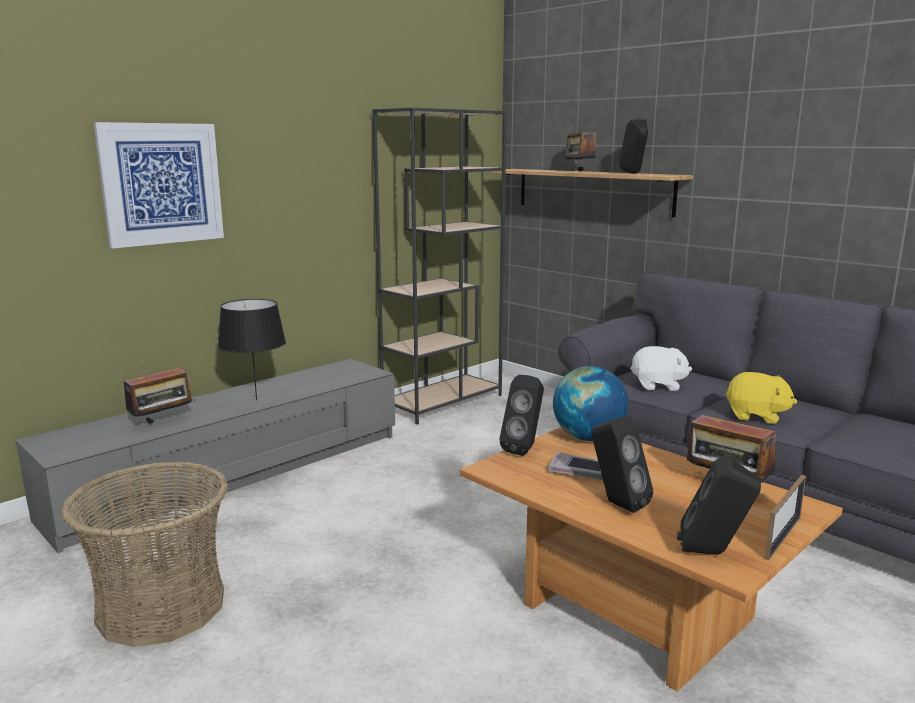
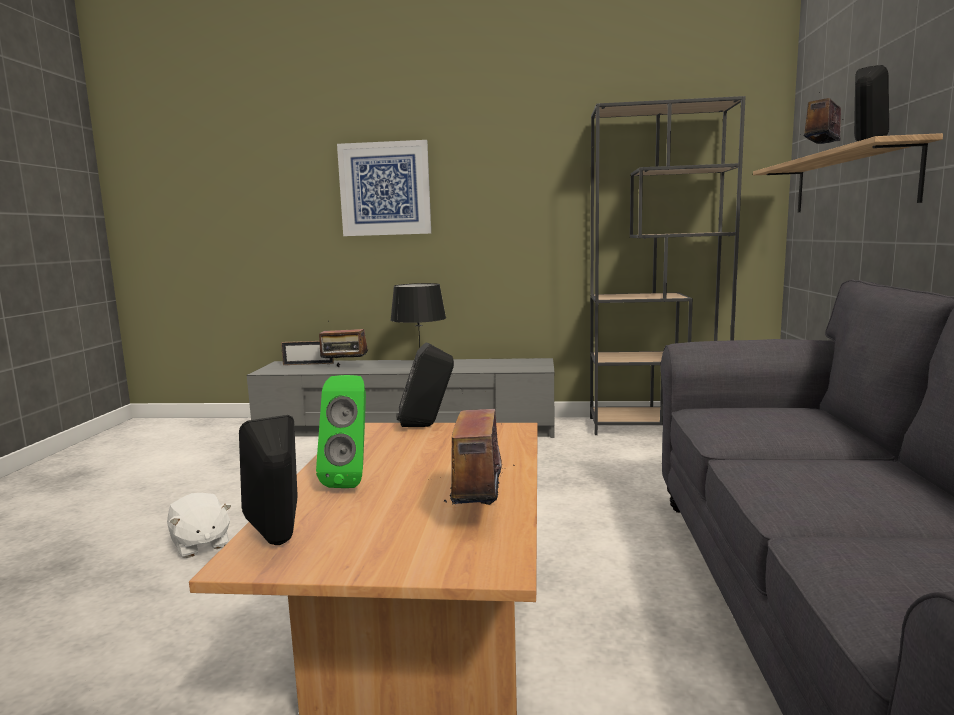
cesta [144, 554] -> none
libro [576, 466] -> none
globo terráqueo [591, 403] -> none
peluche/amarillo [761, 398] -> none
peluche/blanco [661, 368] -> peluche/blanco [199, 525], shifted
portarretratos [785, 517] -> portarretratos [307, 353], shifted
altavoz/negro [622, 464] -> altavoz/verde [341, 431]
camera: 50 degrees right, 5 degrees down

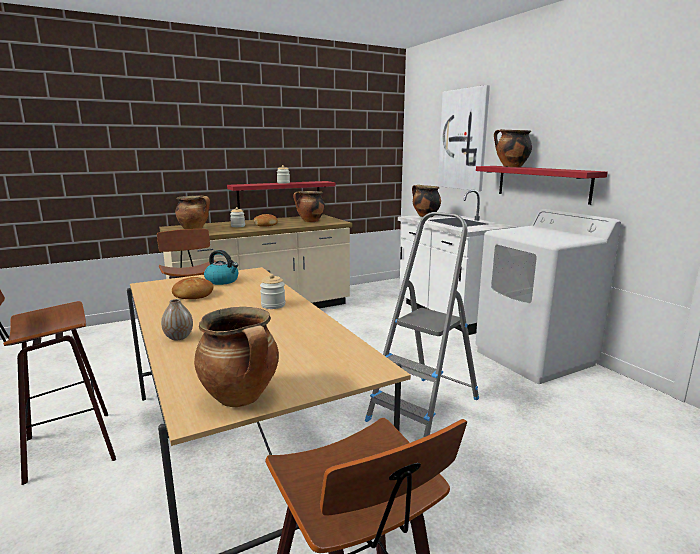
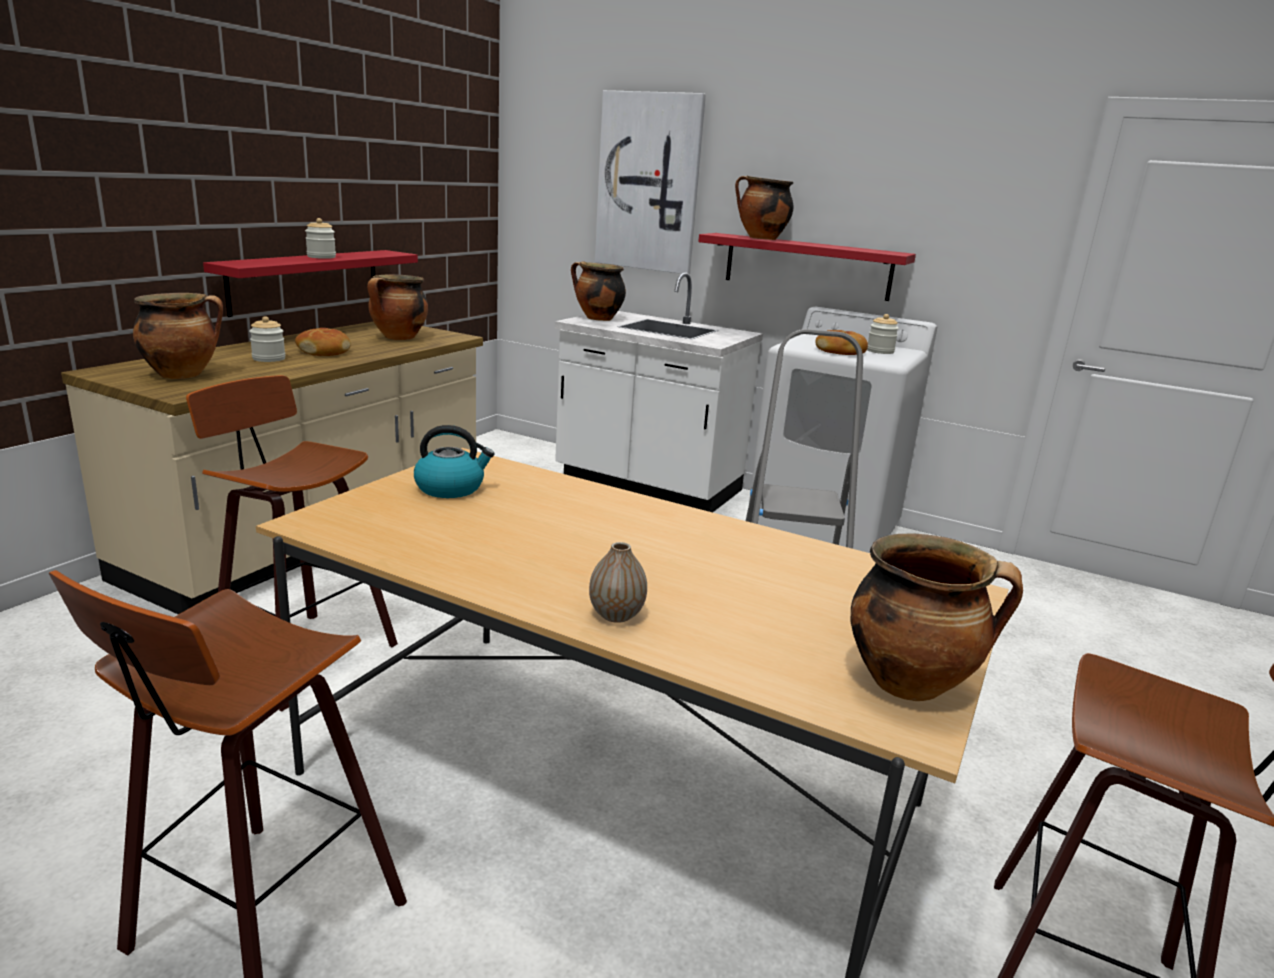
pan [192, 288] -> pan [841, 342], shifted
tarro [272, 291] -> tarro [883, 334], shifted
camera: 35 degrees left, 5 degrees up

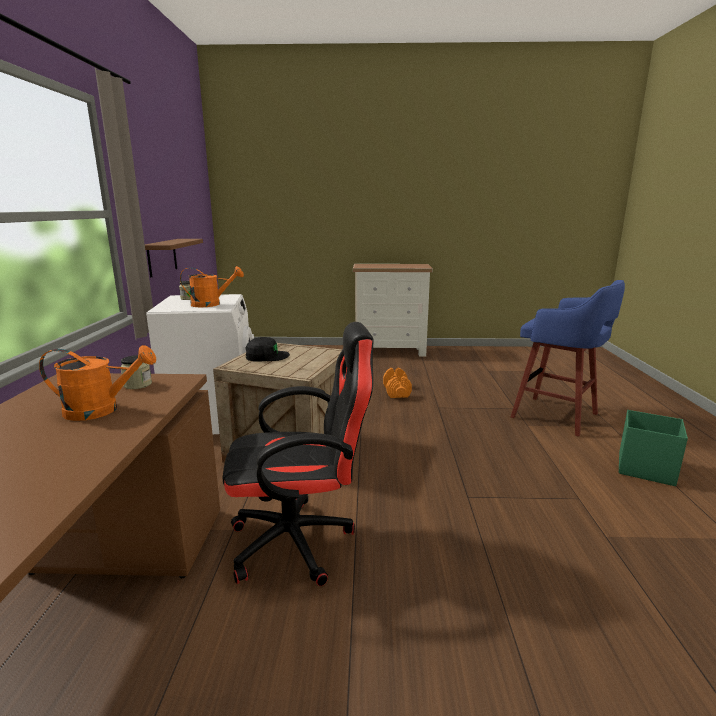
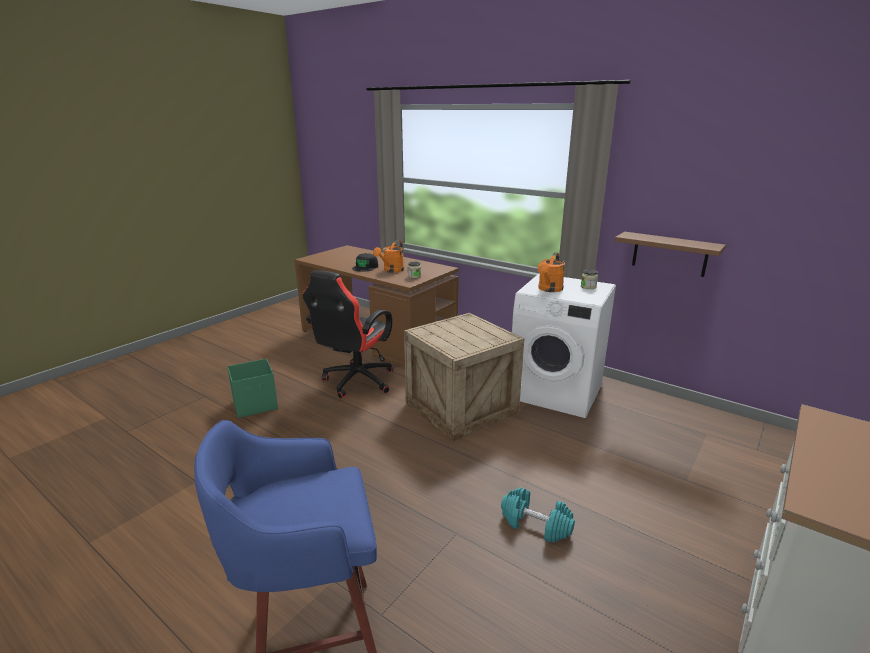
gorra/negro [267, 349] -> gorra/negro [365, 262], shifted
caja de almacenaje/verde [653, 448] -> caja de almacenaje/verde [252, 388], shifted
mancuerna/naranja [397, 383] -> mancuerna/turquesa [538, 515]
camera: 125 degrees right, 5 degrees up

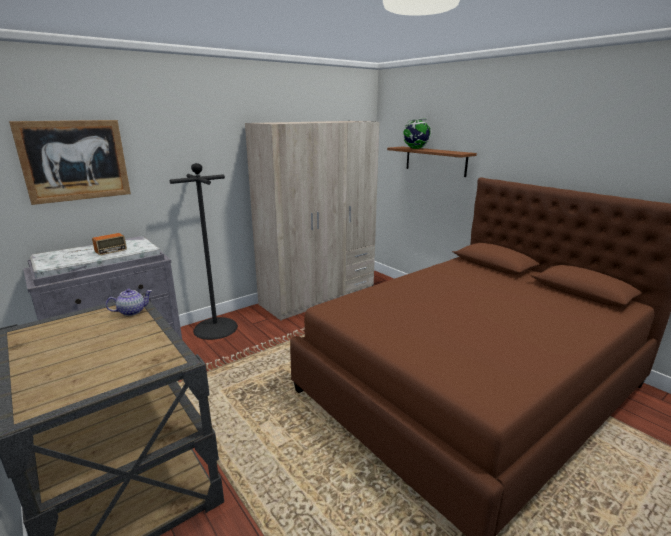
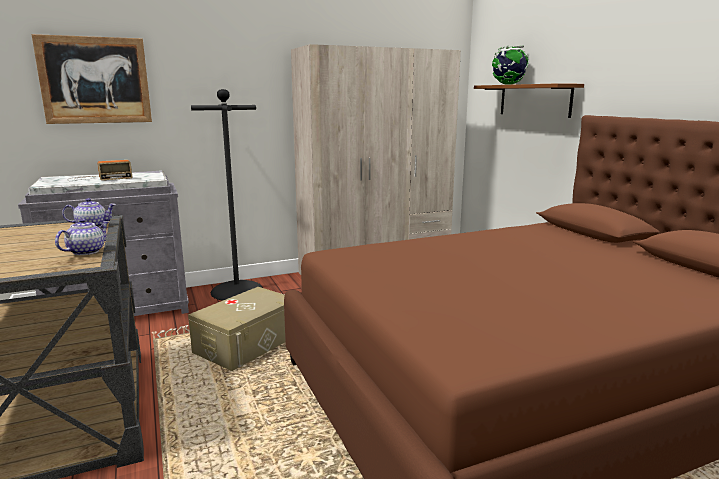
none -> tetera [82, 237]
none -> caja de almacenaje/beis [237, 329]
camera: 15 degrees right, 5 degrees down

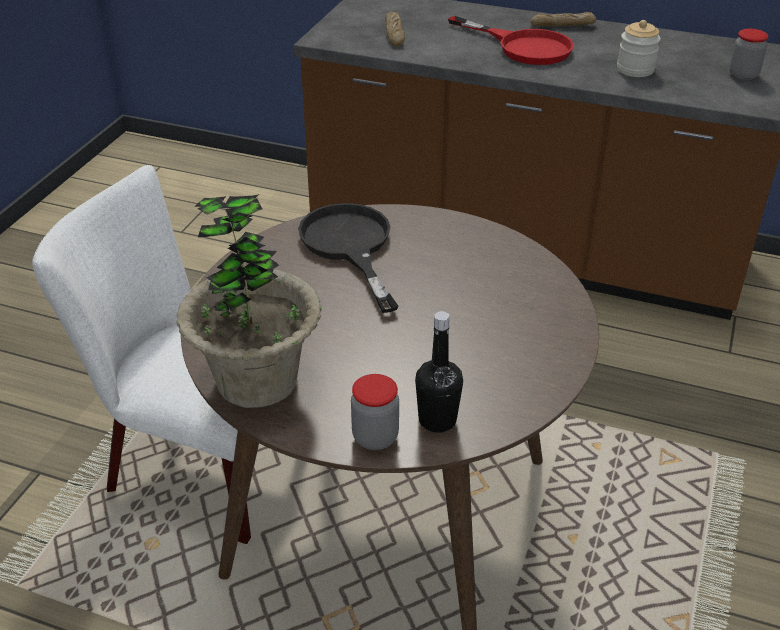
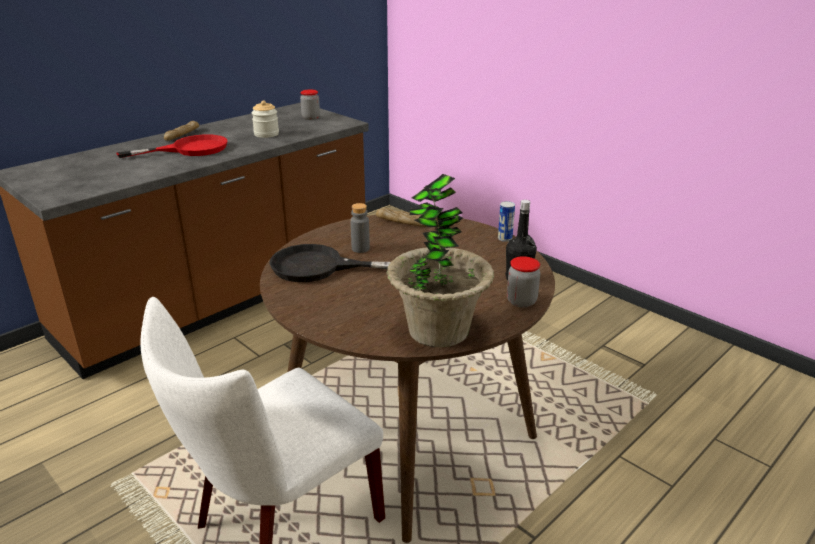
none -> botella/gris [360, 228]
none -> lata [506, 221]
pan [395, 29] -> pan [402, 217], shifted
camera: 65 degrees left, 10 degrees down

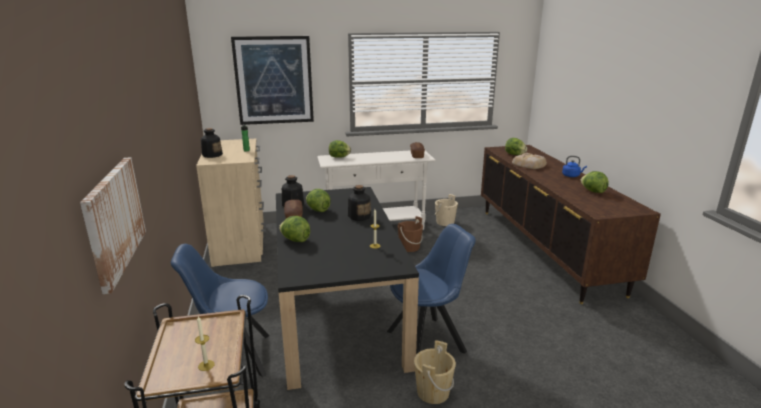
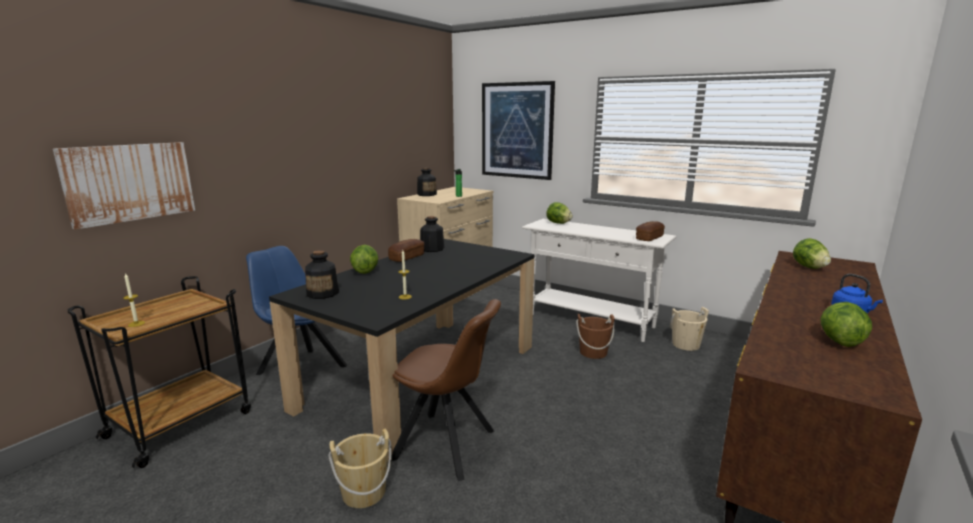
lechuga [318, 200] -> none
pan [529, 161] -> none
botella [359, 203] -> botella [322, 274], shifted
silla/azul [431, 289] -> silla/marrón [446, 390]
camera: 45 degrees right, 5 degrees down

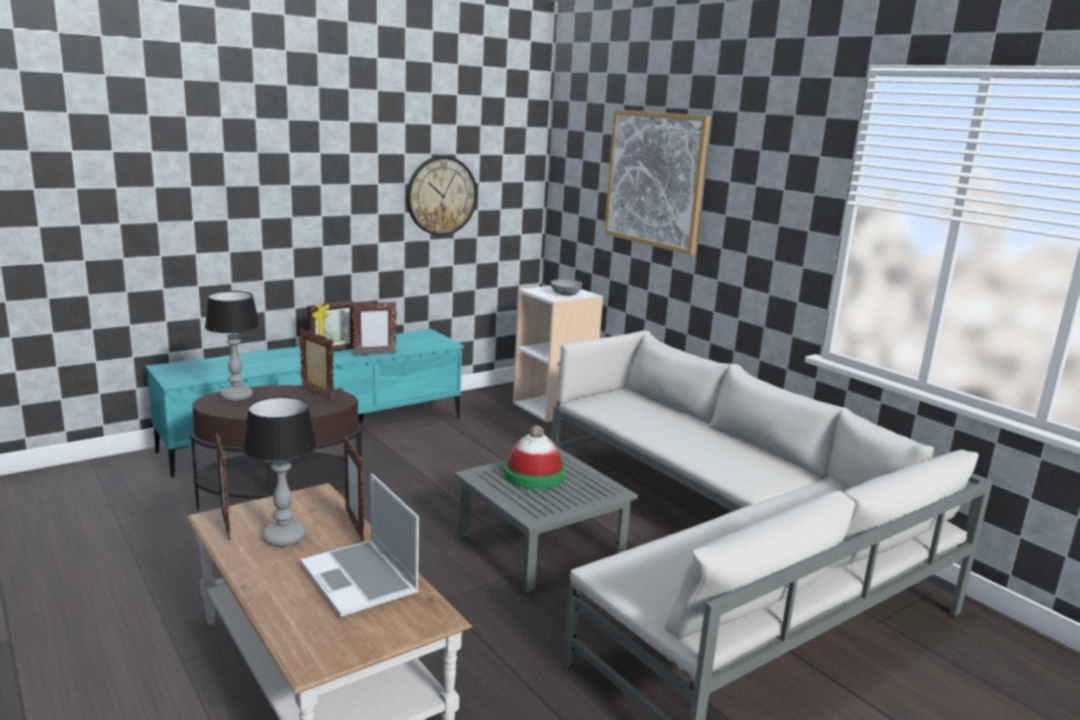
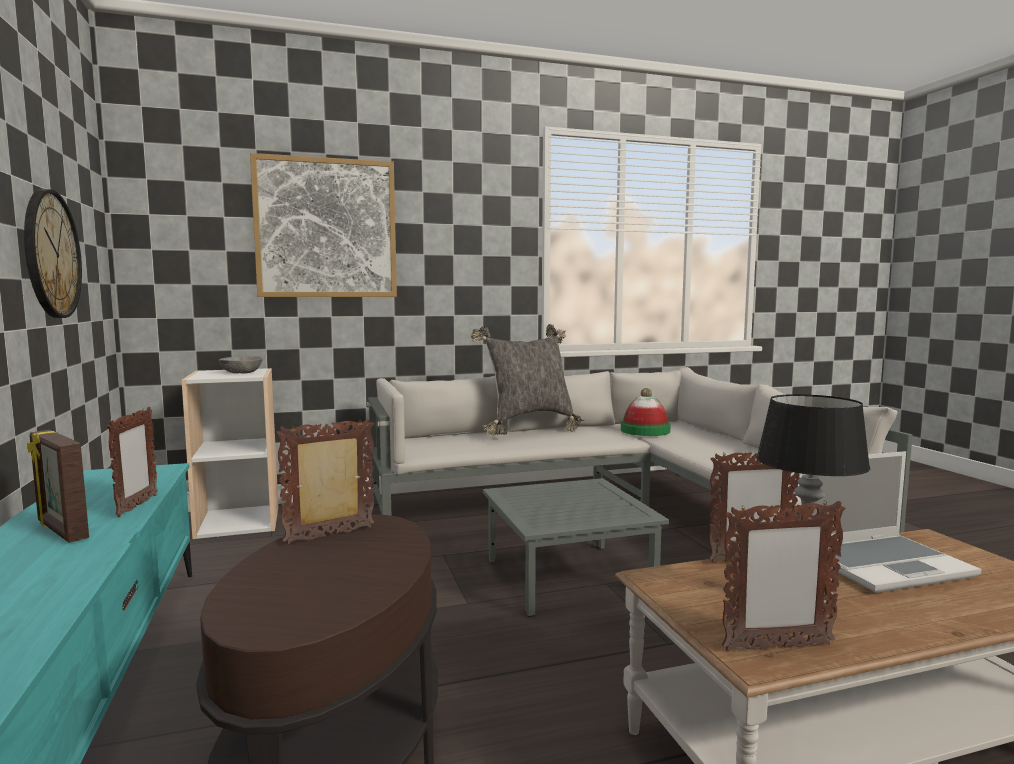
lámpara de mesa [232, 346] -> none
none -> cojín [527, 379]
sombrero [534, 457] -> sombrero [646, 412], shifted
portarretratos [331, 326] -> portarretratos [58, 486], 150 degrees clockwise
camera: 70 degrees left, 10 degrees down

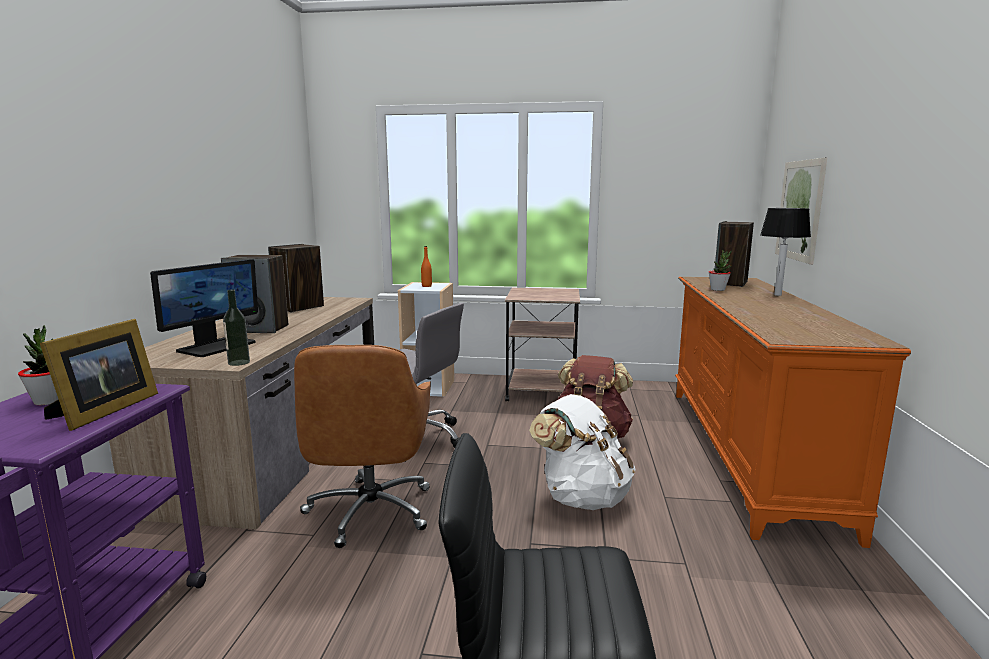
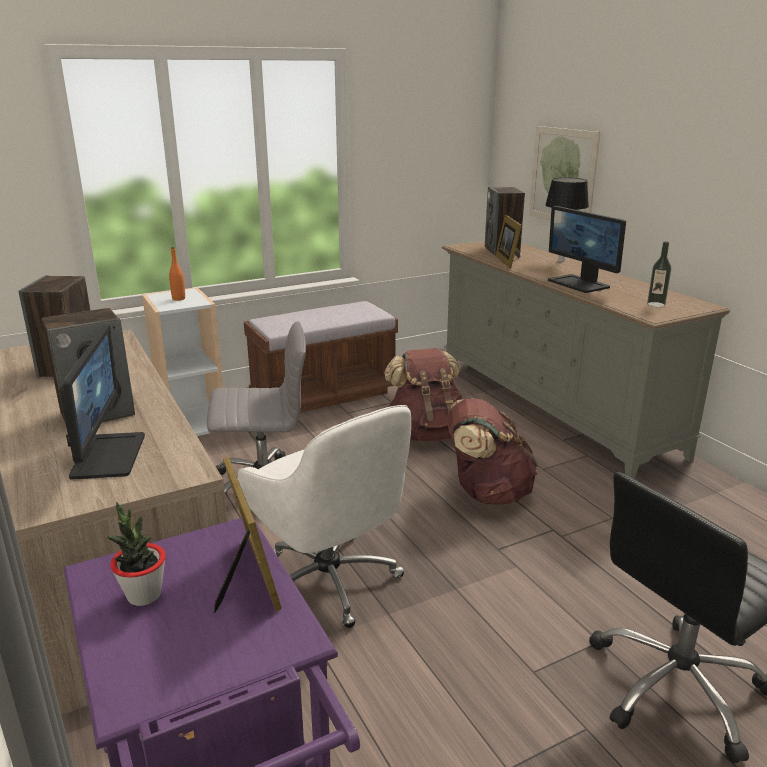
none -> monitor [587, 249]
botella [236, 327] -> botella [659, 274], shifted
carrito/marrón [542, 344] -> banco/marrón [321, 356]
planta en maceta [720, 270] -> portarretratos [508, 242]
silla de oficina/marrón [362, 446] -> silla de oficina/blanco [324, 516]
mochila/blanco [582, 452] -> mochila/marrón [492, 451]
armario/naranja [793, 412] -> armario/gris [586, 360]
camera: 35 degrees left, 10 degrees up

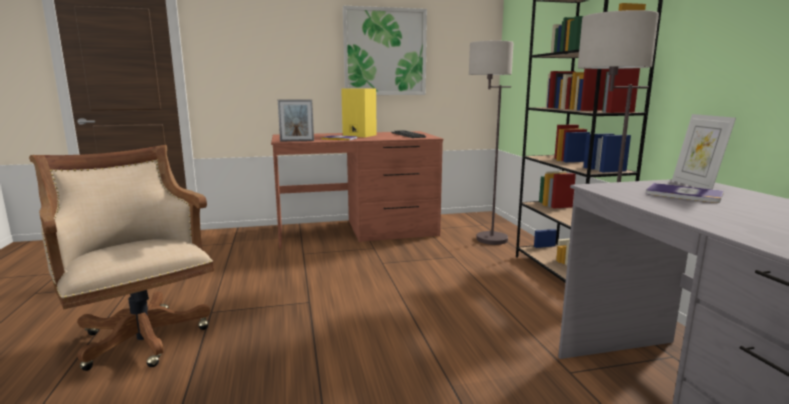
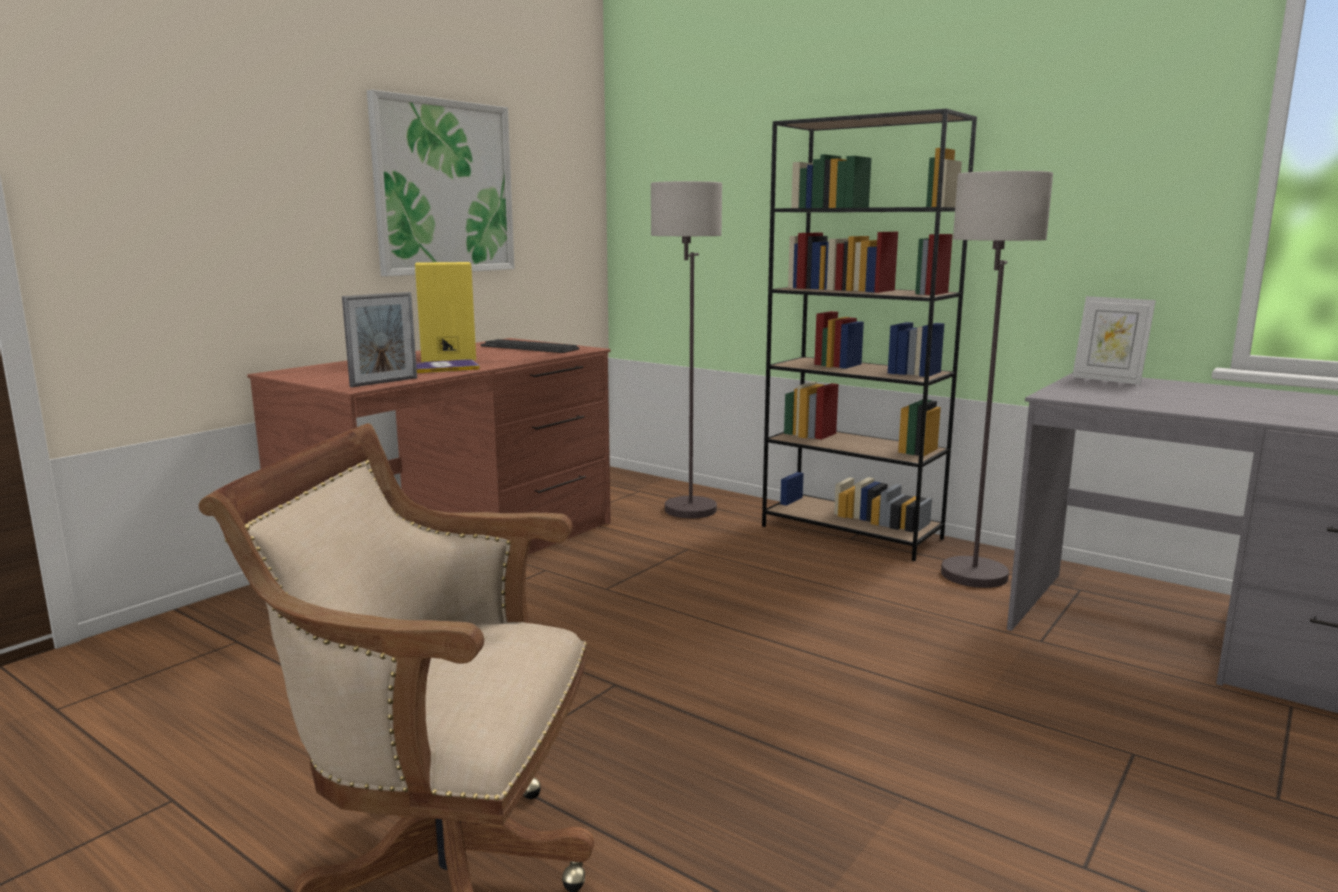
libro [685, 193] -> none
camera: 40 degrees left, 0 degrees up

